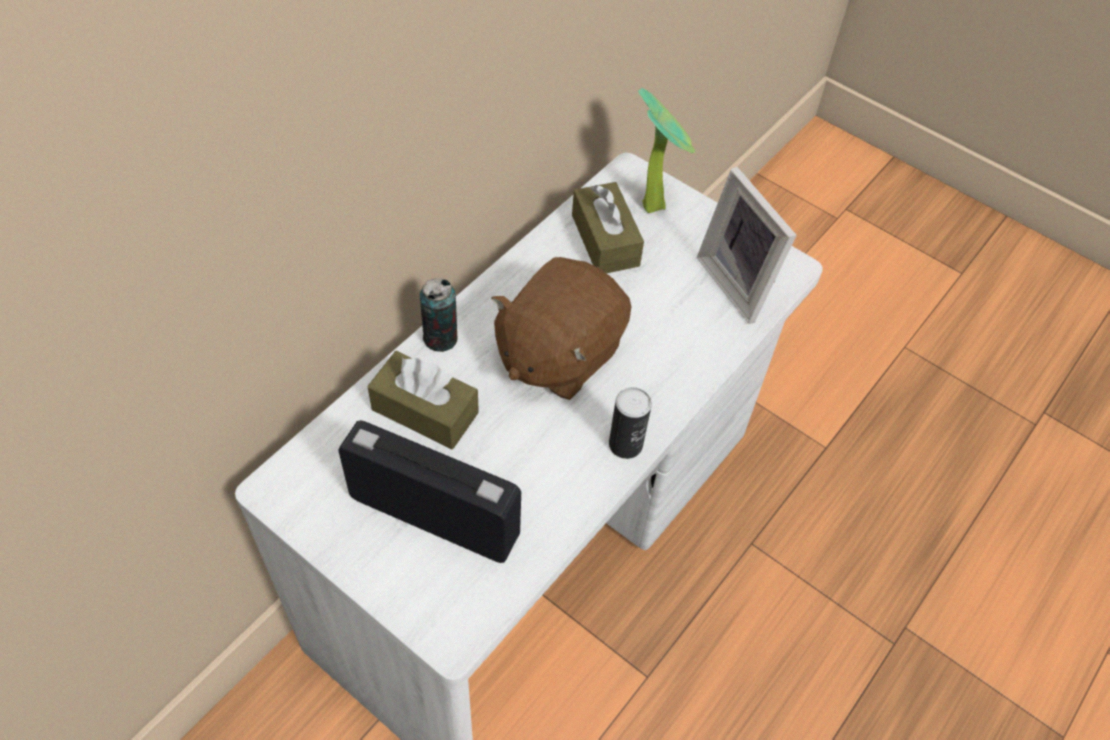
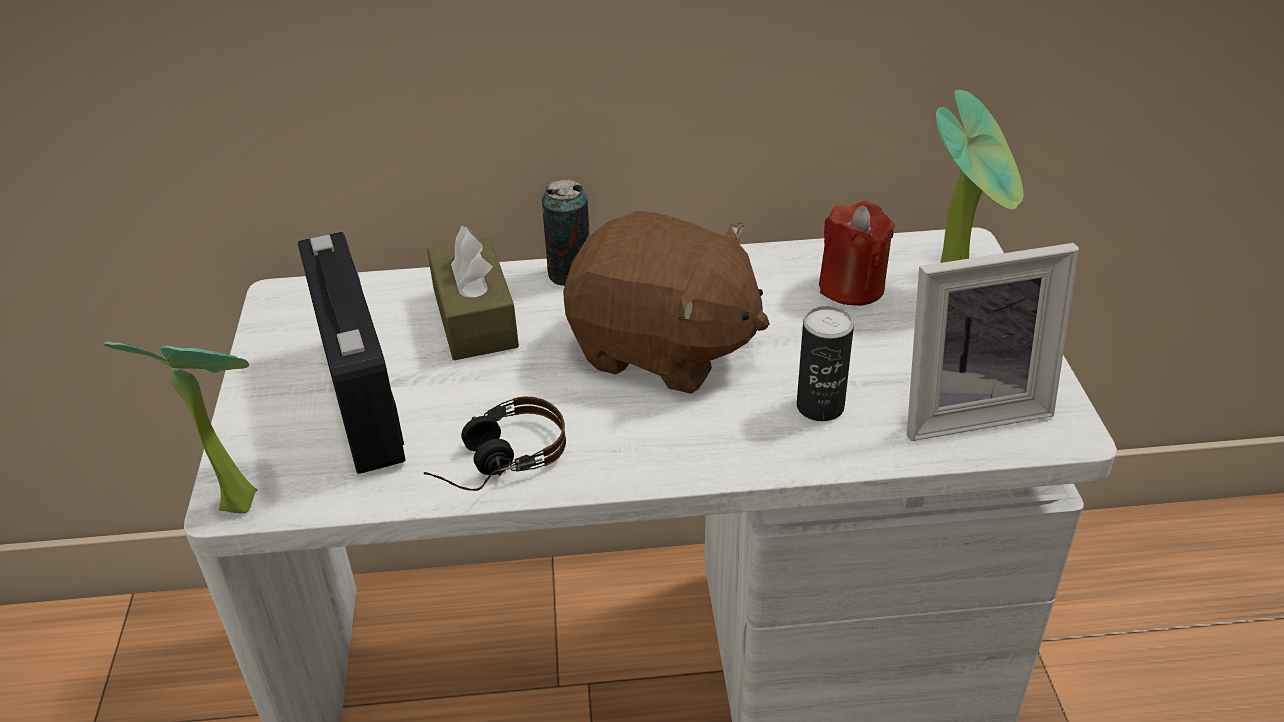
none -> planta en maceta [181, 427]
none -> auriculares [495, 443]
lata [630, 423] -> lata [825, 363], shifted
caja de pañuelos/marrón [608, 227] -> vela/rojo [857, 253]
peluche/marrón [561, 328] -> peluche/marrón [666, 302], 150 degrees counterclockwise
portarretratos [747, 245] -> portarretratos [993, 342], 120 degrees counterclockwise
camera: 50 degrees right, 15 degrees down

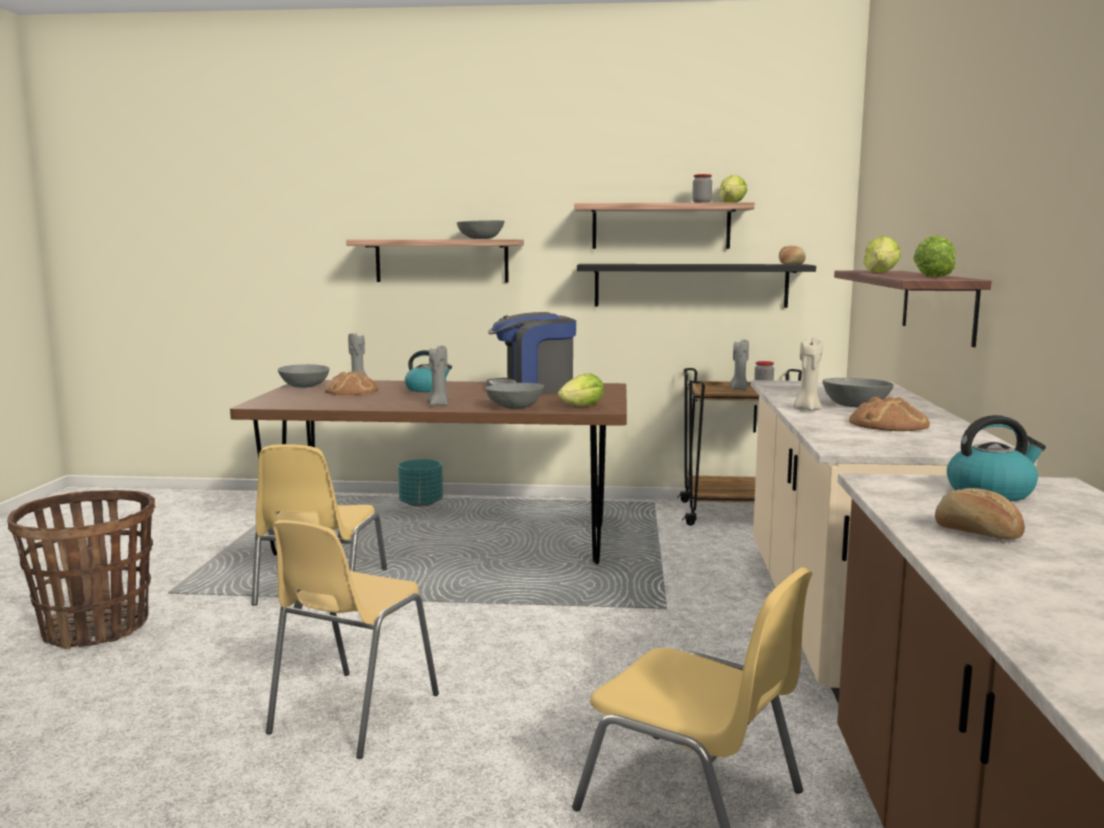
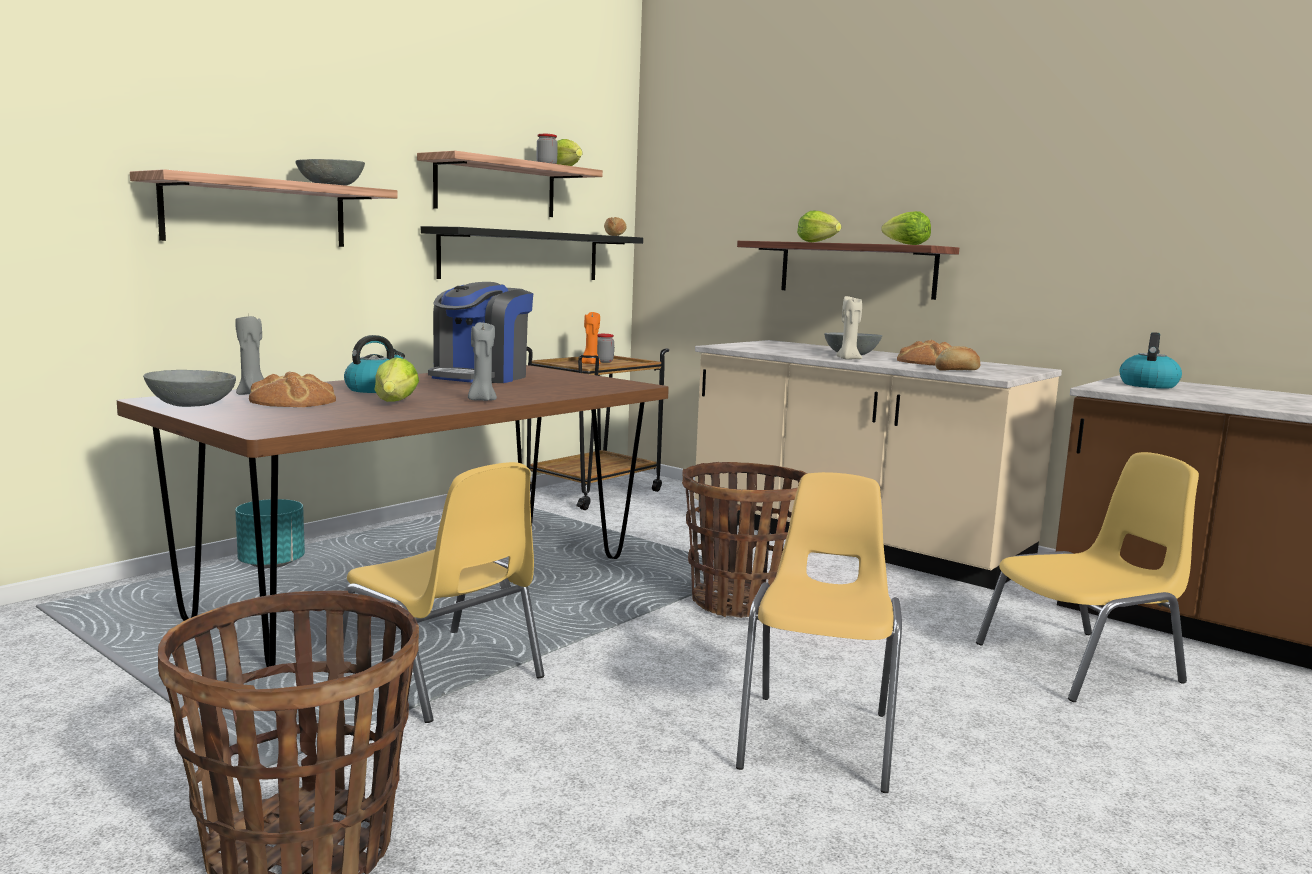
cuenco/gris [515, 396] -> none
none -> cesta [745, 540]
lechuga [581, 389] -> lechuga [396, 379], shifted
pan [980, 514] -> pan [957, 358], shifted
vela/gris [739, 365] -> vela/naranja [591, 337]
silla/amarillo [352, 639] -> silla/amarillo [819, 632], 135 degrees counterclockwise
camera: 55 degrees left, 0 degrees up

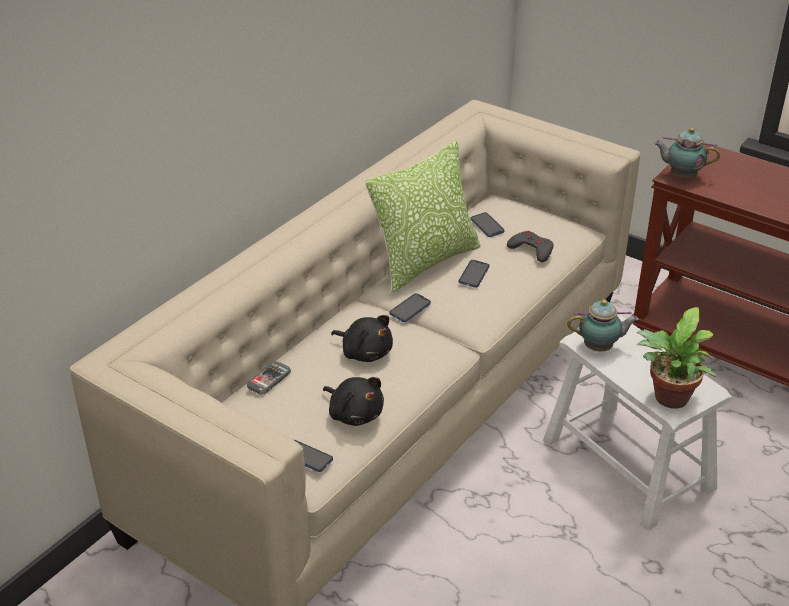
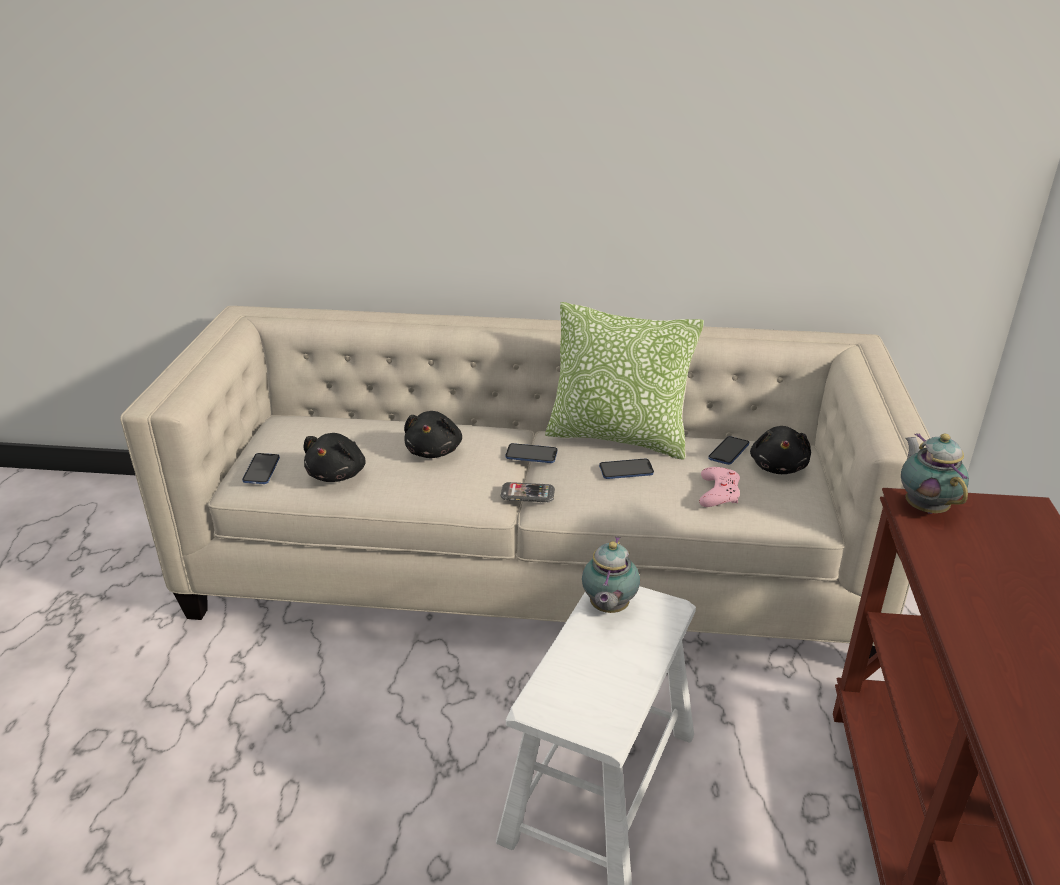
planta en maceta [677, 357] -> none
none -> peluche/negro [780, 450]
móvil [269, 377] -> móvil [528, 492], shifted
mando de consola/gris [530, 246] -> mando de consola/rosa [719, 487]
tetera [603, 325] -> tetera [611, 574], 45 degrees clockwise
camera: 60 degrees right, 5 degrees down

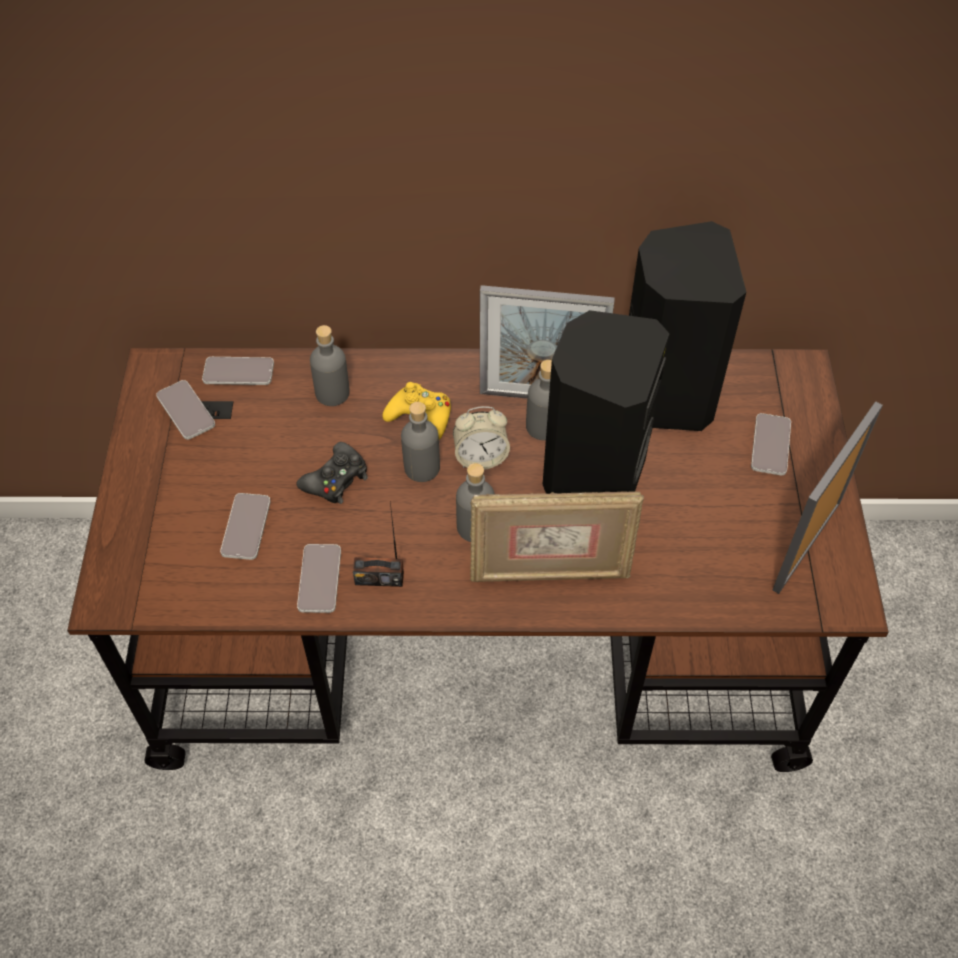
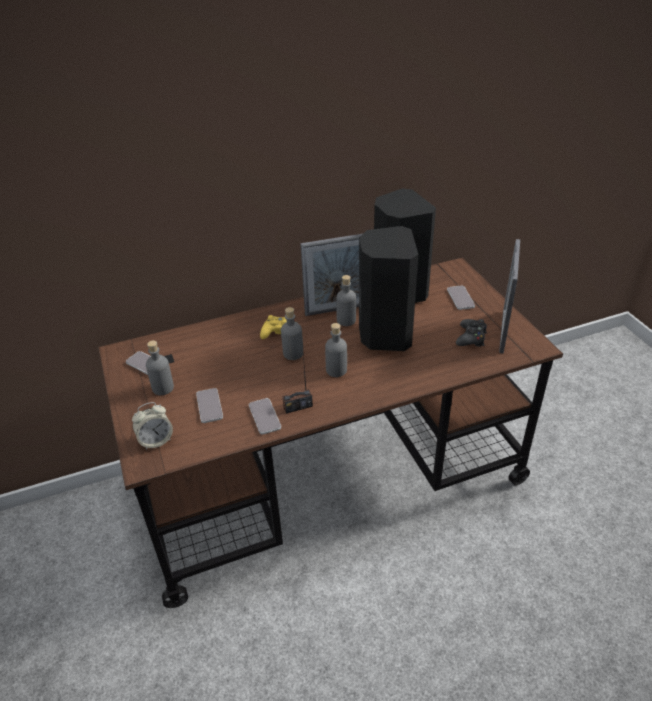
móvil [238, 371] -> none
portarretratos [557, 536] -> none
mando de consola/negro [332, 473] -> mando de consola/negro [471, 333], shifted
botella/gris [330, 365] -> botella/gris [160, 368], shifted
despertador [481, 438] -> despertador [152, 425], shifted
camera: 20 degrees left, 15 degrees down

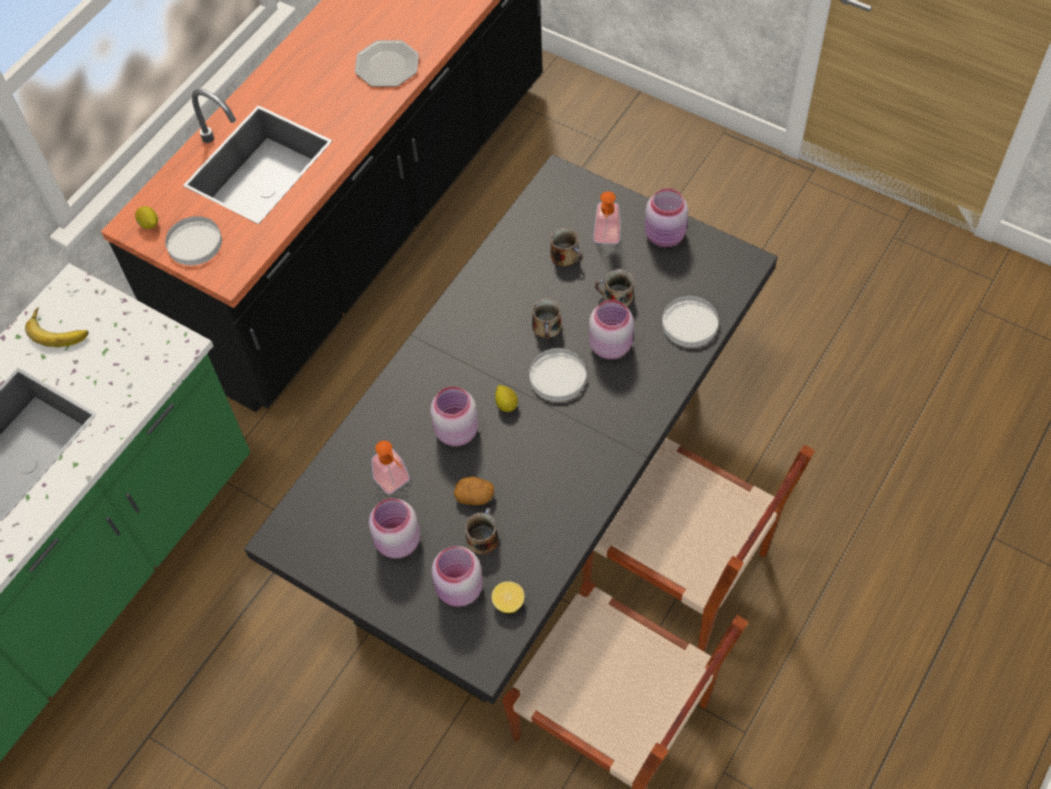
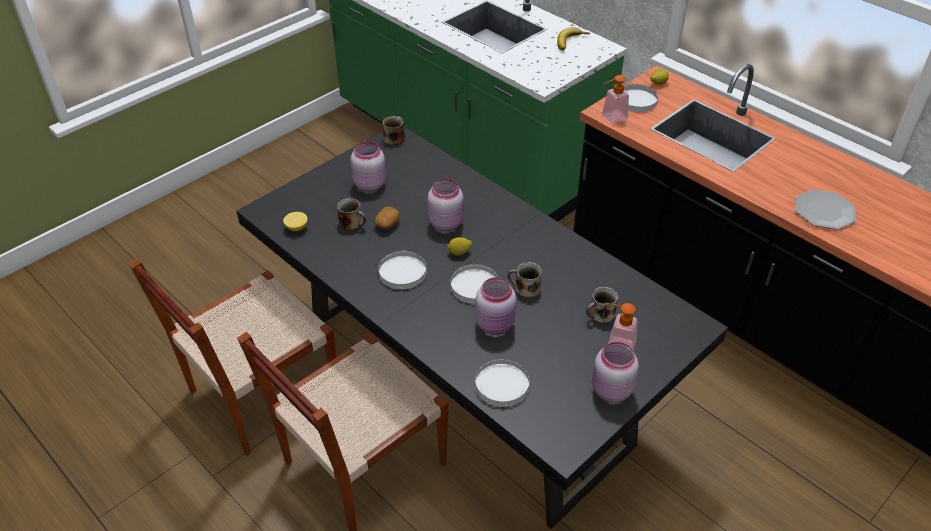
tarro/rosa [457, 576] -> none
none -> plato/blanco [402, 270]
dispensador de jabón [390, 467] -> dispensador de jabón [615, 99], shifted
taza grande [614, 288] -> taza grande [394, 130], shifted
camera: 100 degrees right, 15 degrees down

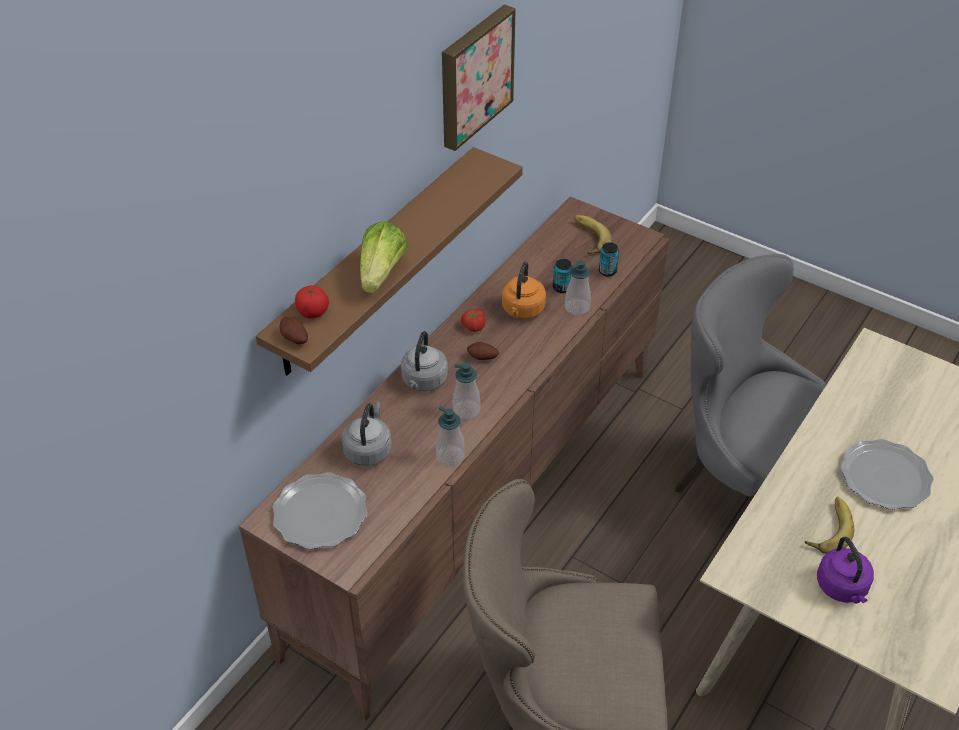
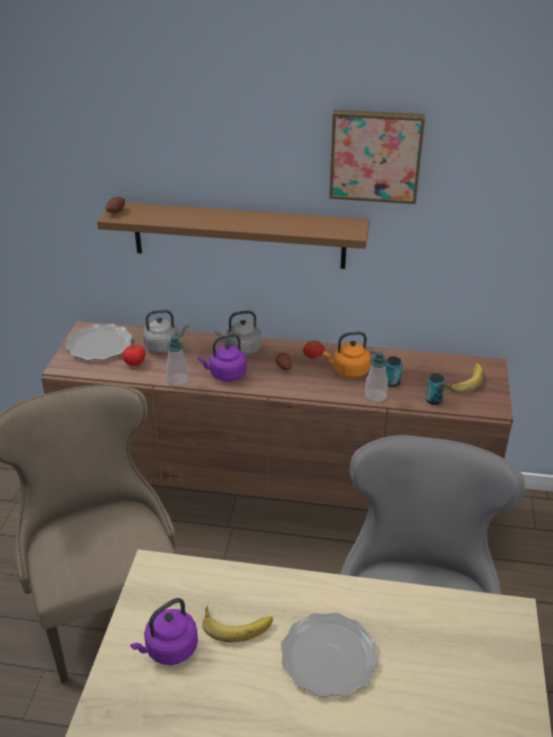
lechuga [384, 257] -> none
tomate [312, 302] -> tomate [134, 355], shifted
dispensador de jabón [466, 391] -> hervidor/morado [222, 357]
camera: 65 degrees right, 10 degrees down

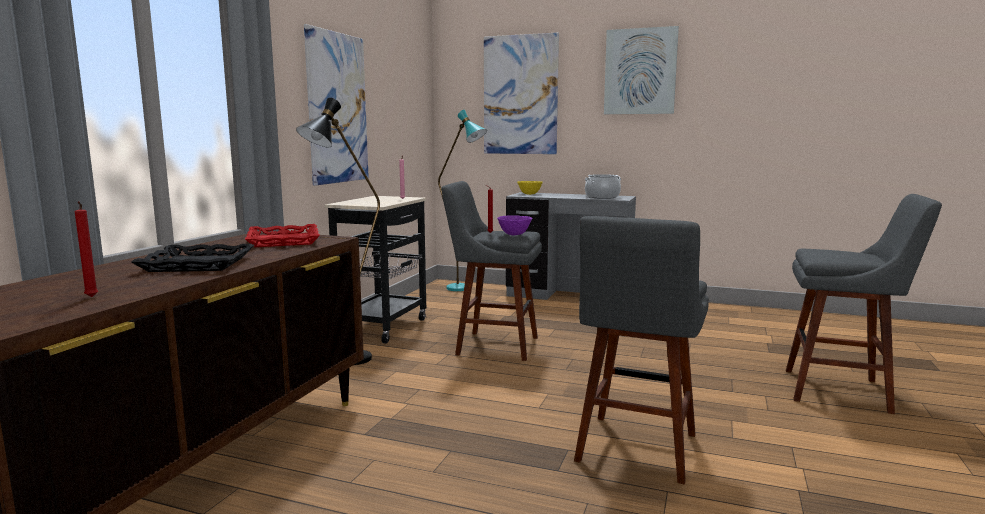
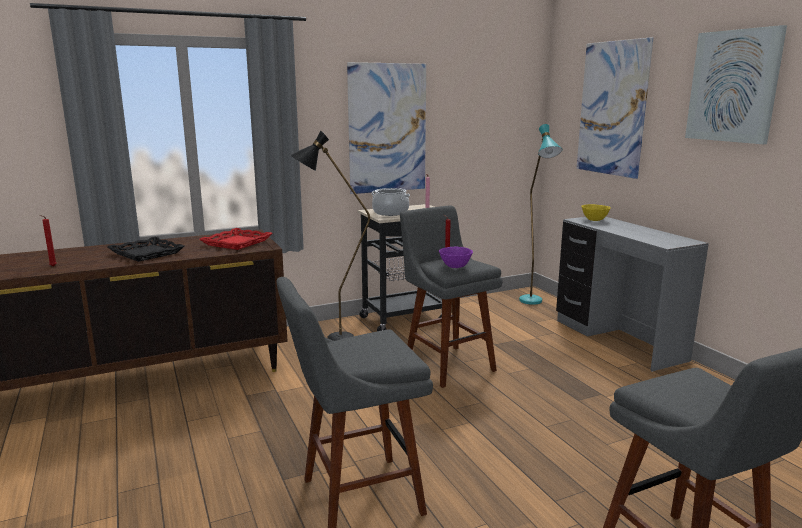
olla [603, 186] -> olla [391, 202], shifted
camera: 45 degrees right, 5 degrees up

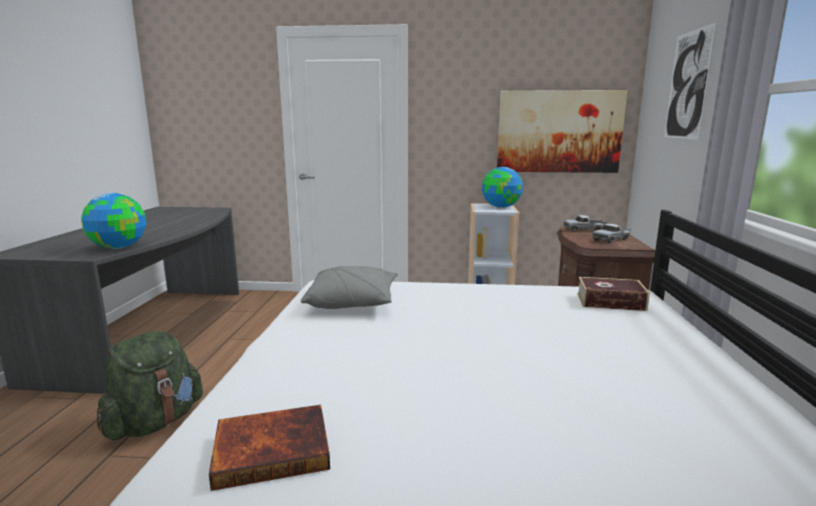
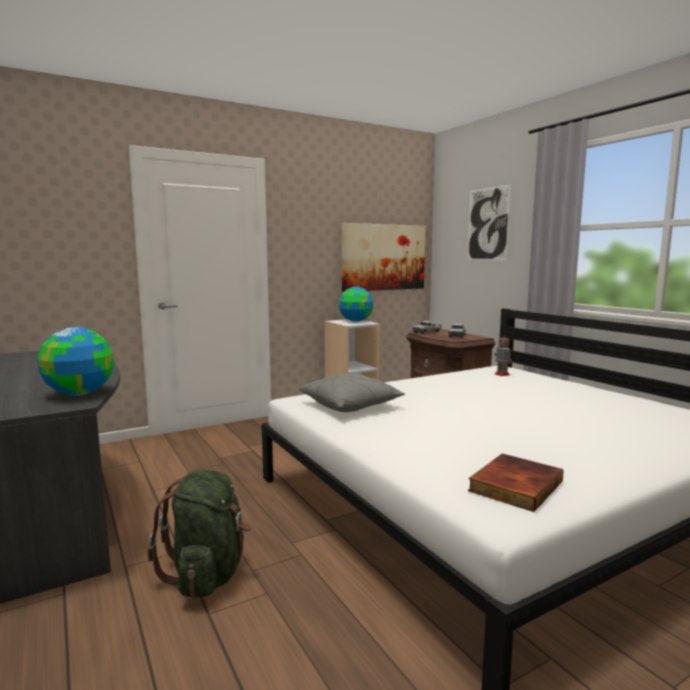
libro [613, 294] -> robot de juguete [503, 355]
camera: 35 degrees left, 5 degrees down

